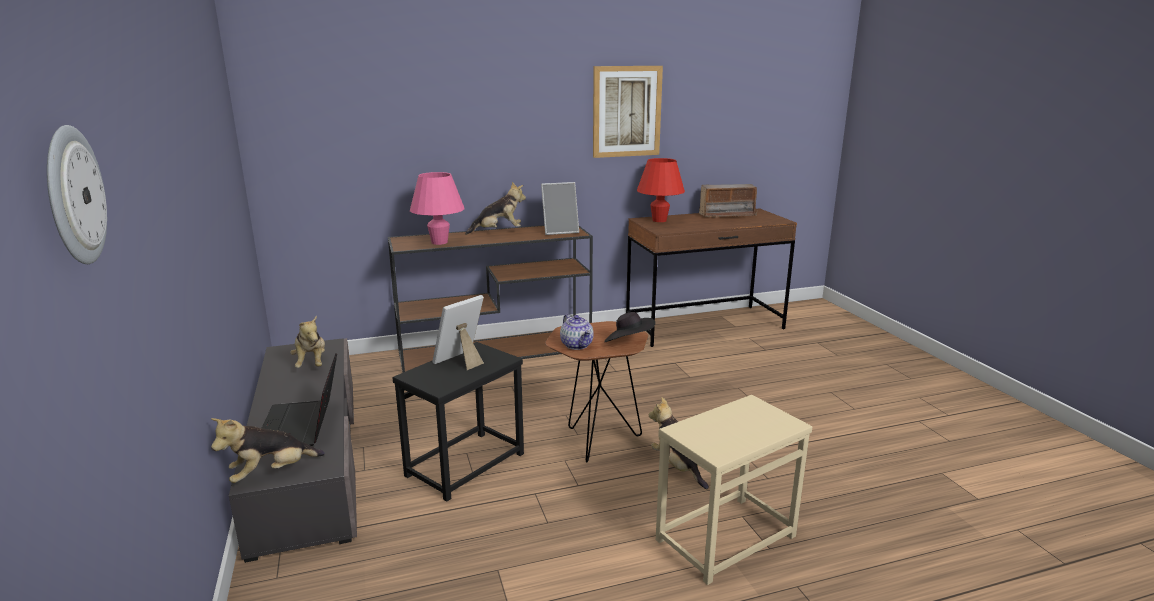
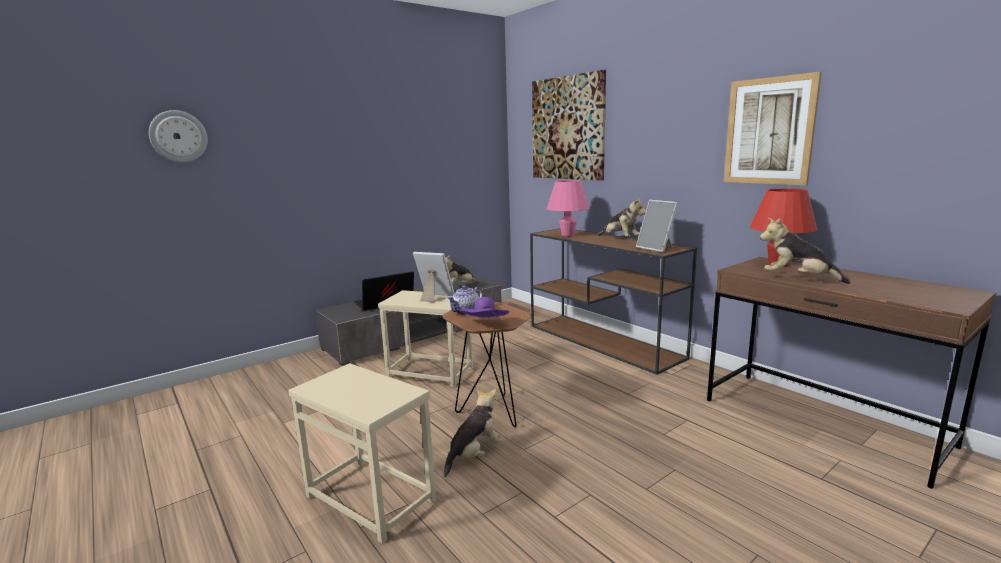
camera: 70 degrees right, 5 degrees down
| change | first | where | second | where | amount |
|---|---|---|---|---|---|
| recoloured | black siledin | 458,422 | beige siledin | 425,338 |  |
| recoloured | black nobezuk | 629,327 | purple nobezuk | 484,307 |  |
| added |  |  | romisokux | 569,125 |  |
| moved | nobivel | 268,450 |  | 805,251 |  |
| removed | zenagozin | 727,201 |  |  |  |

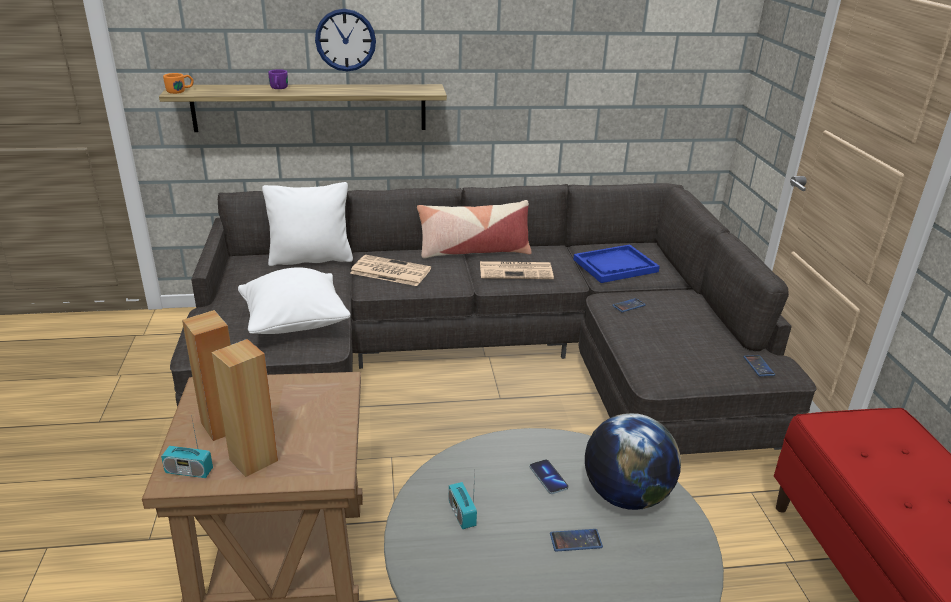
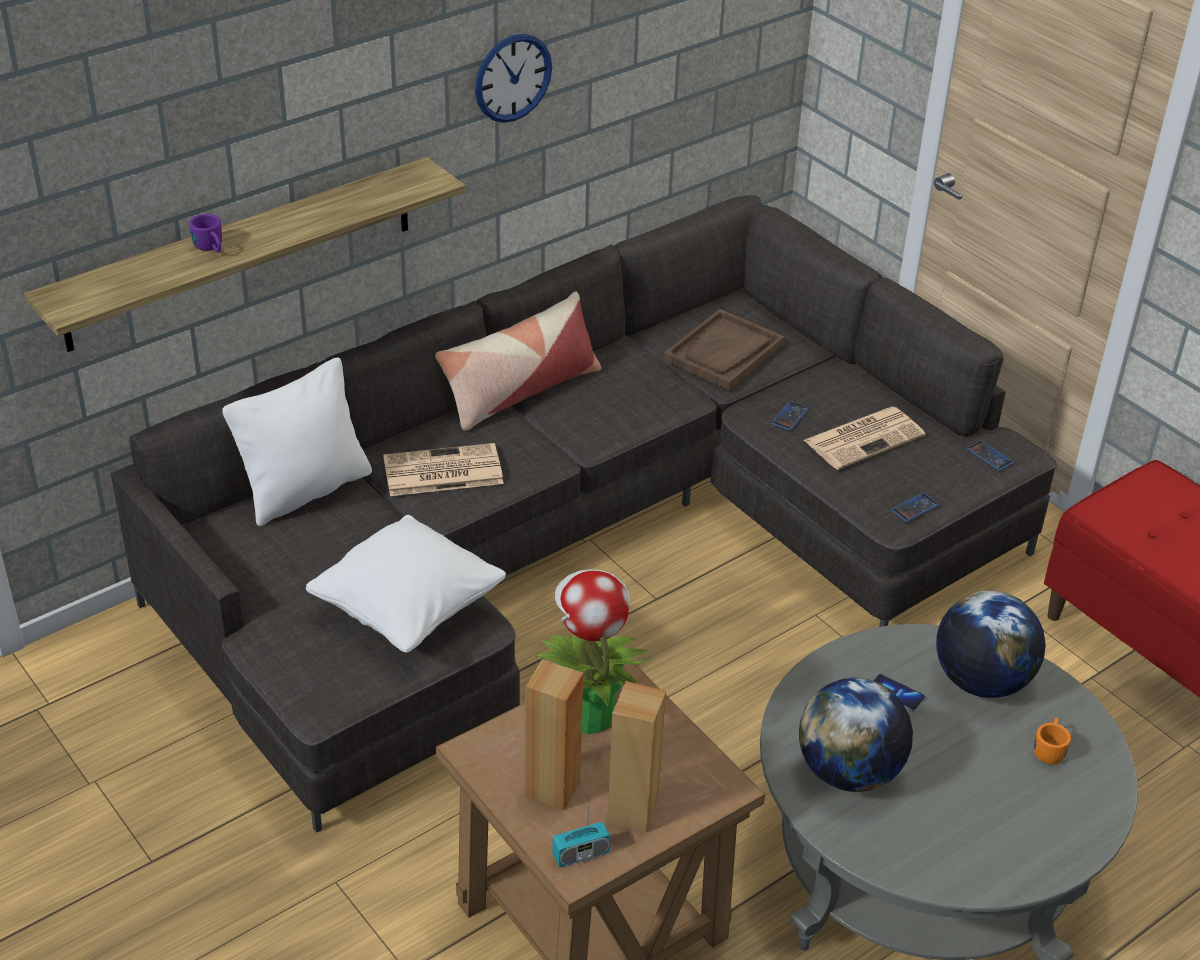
camera: 30 degrees left, 10 degrees up
| change | first | where | second | where | amount |
|---|---|---|---|---|---|
| moved | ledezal | 345,40 |  | 513,78 |  |
| added |  |  | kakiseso | 592,651 |  |
| recoloured | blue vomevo | 616,263 | brown vomevo | 724,349 |  |
| replaced | zenagozin | 462,500 | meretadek | 856,735 |  |
| moved | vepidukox | 517,270 |  | 864,438 |  |
| moved | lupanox | 576,540 |  | 915,507 |  |
| moved | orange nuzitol | 178,83 |  | 1052,740 |  |

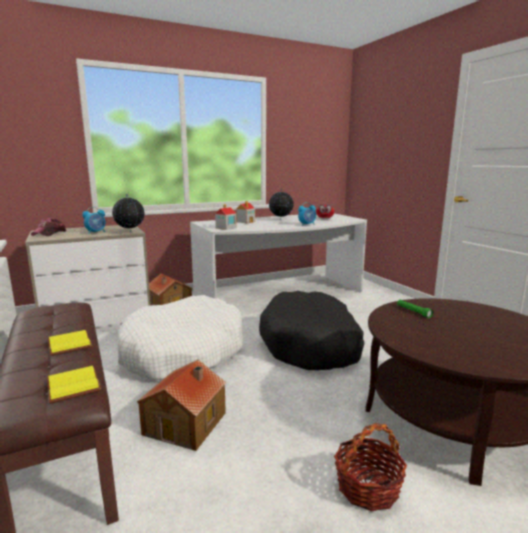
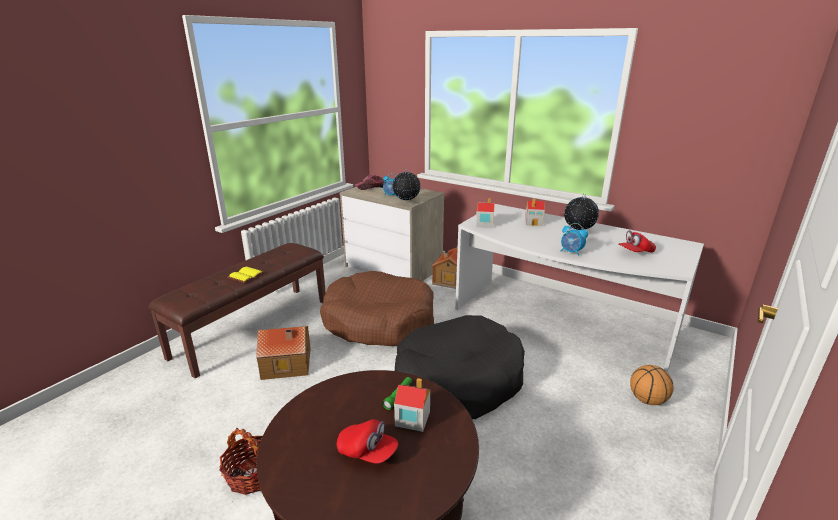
camera: 60 degrees right, 10 degrees up
| change | first | where | second | where | amount |
|---|---|---|---|---|---|
| recoloured | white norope | 180,338 | brown norope | 377,308 |  |
| added |  |  | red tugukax | 367,441 |  |
| added |  |  | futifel | 412,405 |  |
| added |  |  | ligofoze | 652,385 |  |
| removed | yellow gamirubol | 74,385 |  |  |  |

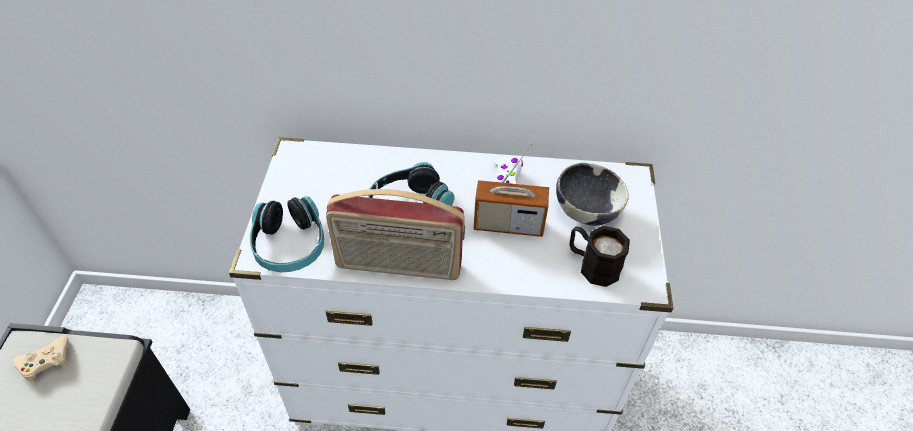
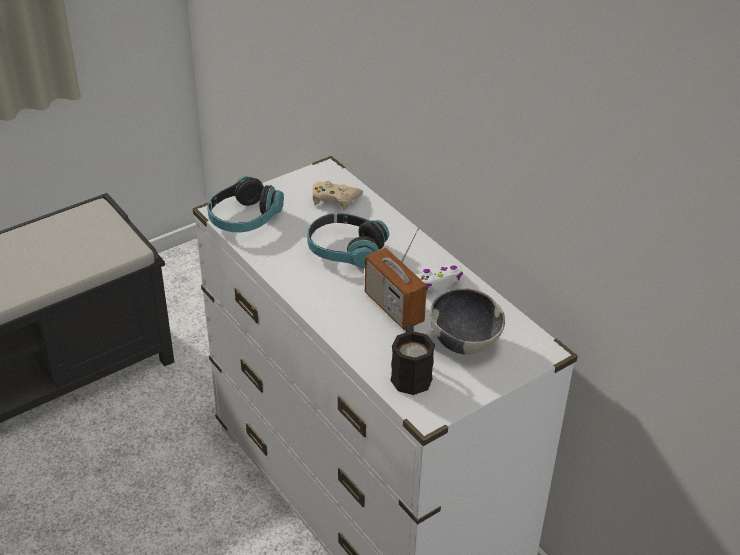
camera: 50 degrees right, 10 degrees down
| change | first | where | second | where | amount |
|---|---|---|---|---|---|
| moved | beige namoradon | 40,359 |  | 337,196 |  |
| removed | zenagozin | 395,234 |  |  |  |

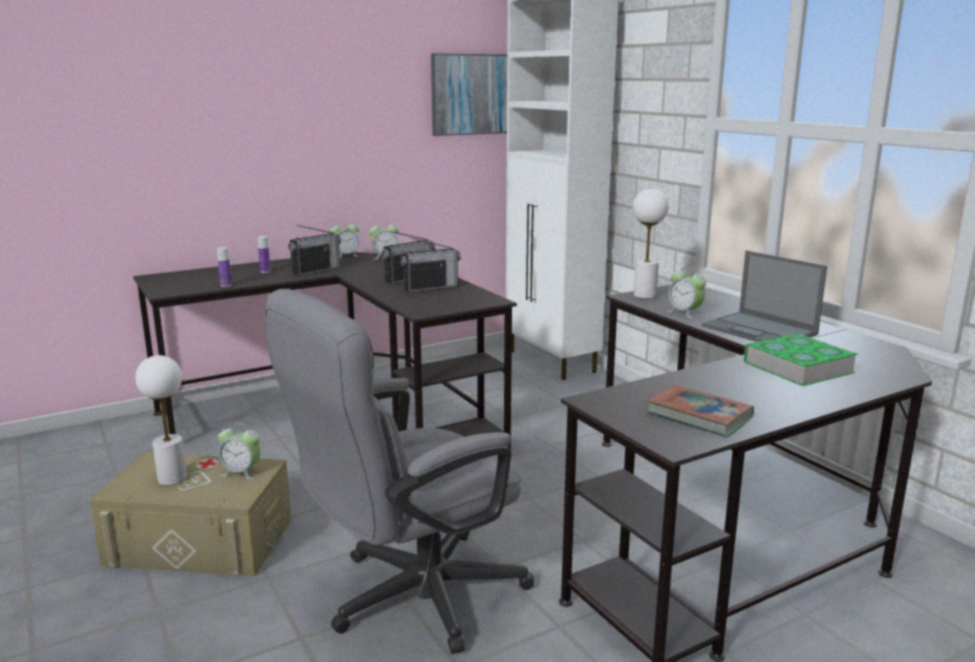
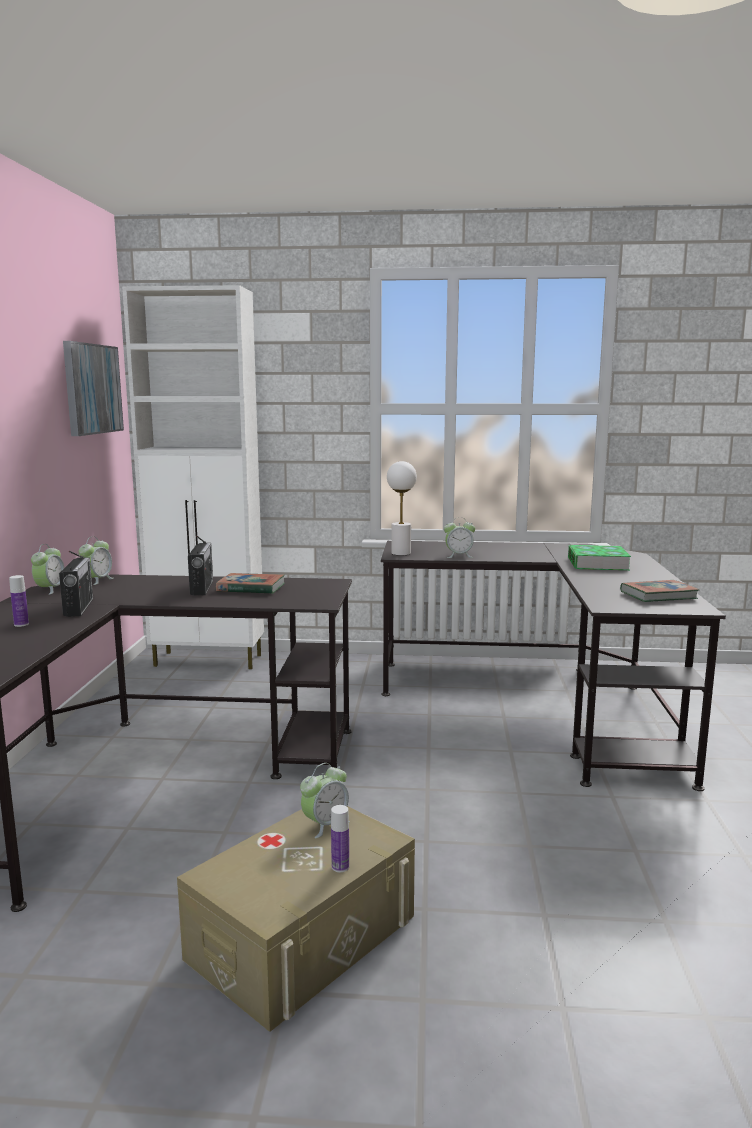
camera: 55 degrees left, 5 degrees down
| change | first | where | second | where | amount |
|---|---|---|---|---|---|
| replaced | zenagozin | 430,264 | gamirubol | 250,583 |  |
| moved | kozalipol | 224,267 |  | 340,838 |  |
| removed | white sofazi | 161,420 |  |  |  |
| removed | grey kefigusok | 399,471 |  |  |  |
| removed | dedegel | 764,296 |  |  |  |

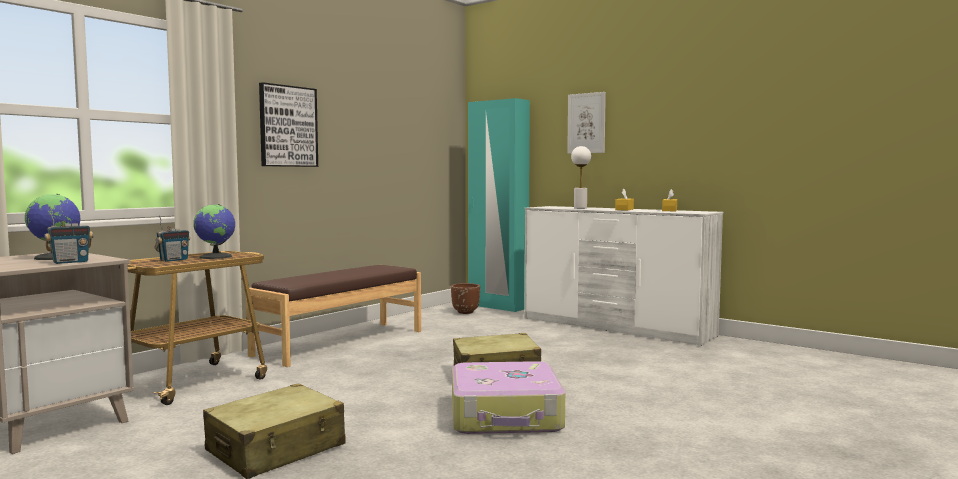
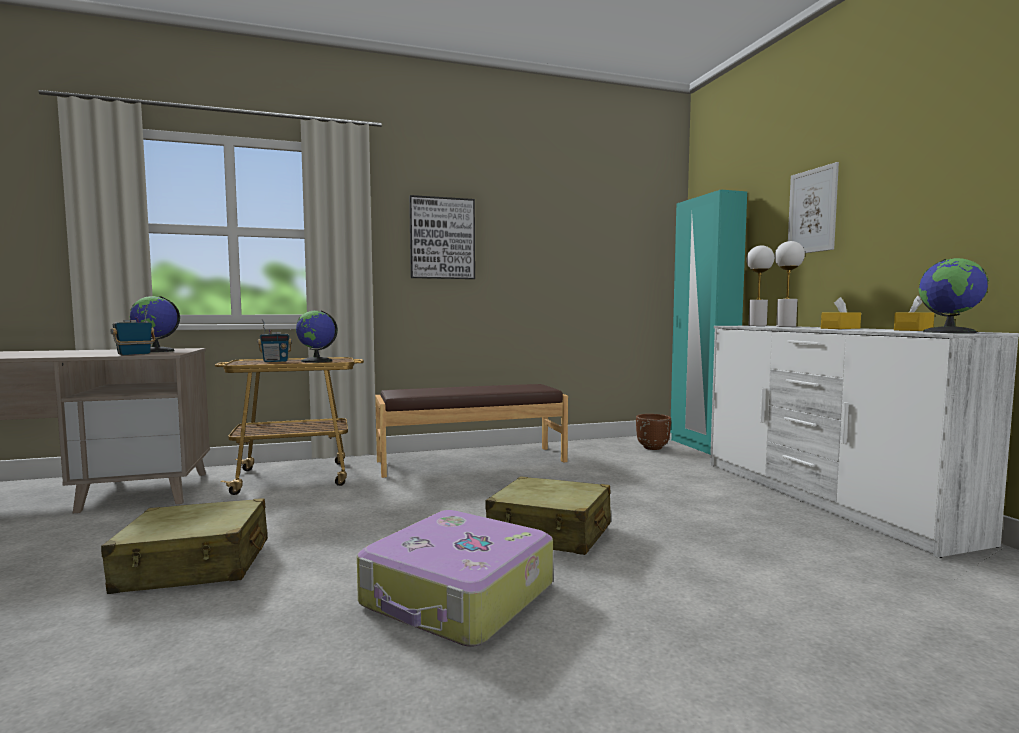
camera: 35 degrees right, 0 degrees up
| change | first | where | second | where | amount |
|---|---|---|---|---|---|
| turned | zenagozin | 68,235 |  | 132,330 | 135 degrees clockwise |
| added |  |  | white sofazi | 760,285 |  |
| added |  |  | meretadek | 954,295 |  |

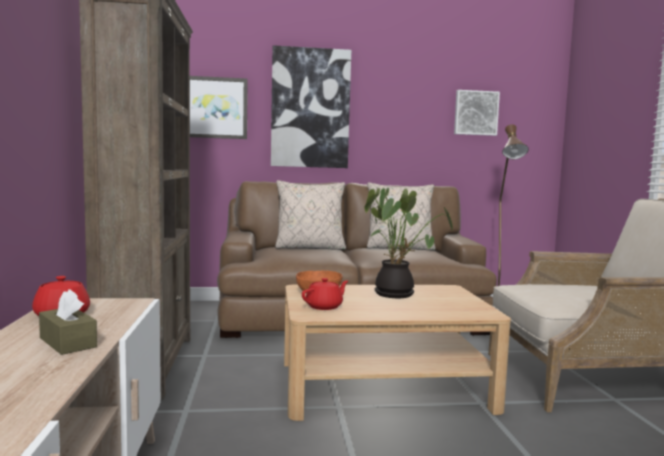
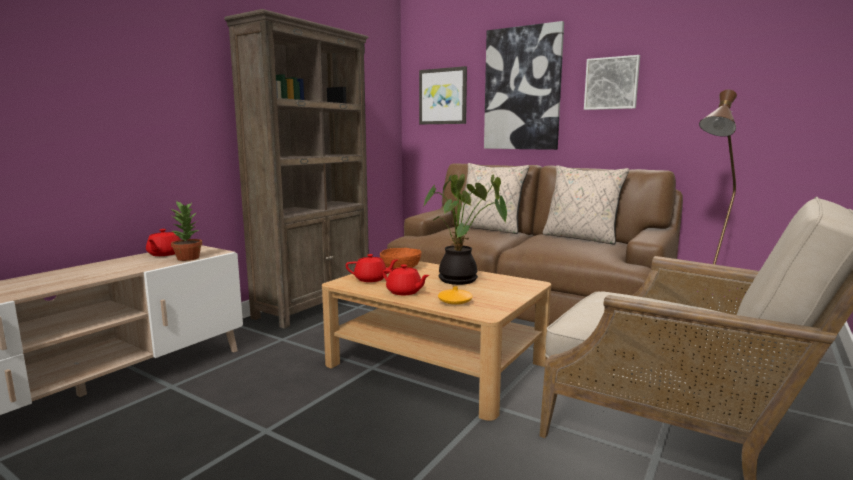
camera: 40 degrees right, 5 degrees up
| change | first | where | second | where | amount |
|---|---|---|---|---|---|
| added |  |  | kakiseso | 186,231 |  |
| added |  |  | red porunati | 406,279 |  |
| added |  |  | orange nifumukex | 455,295 |  |
| moved | romisokux | 477,113 |  | 612,82 |  |
| removed | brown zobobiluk | 68,322 |  |  |  |

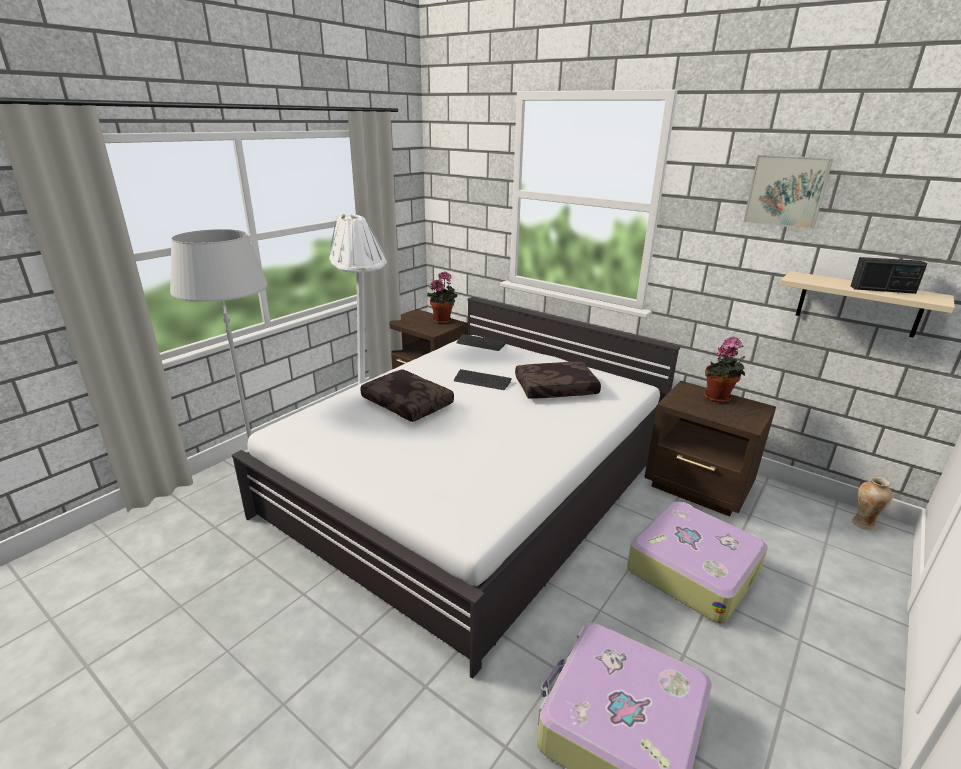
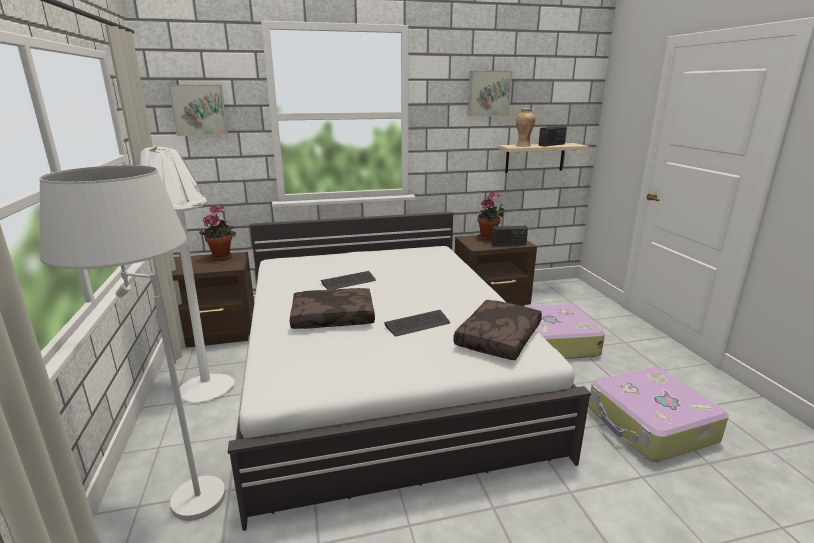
camera: 50 degrees left, 5 degrees down
| change | first | where | second | where | amount |
|---|---|---|---|---|---|
| added |  |  | romisokux | 198,110 |  |
| moved | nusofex | 481,342 |  | 417,323 |  |
| moved | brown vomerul | 558,380 |  | 497,330 |  |
| added |  |  | zenagozin | 510,236 |  |
| moved | nifumukex | 872,503 |  | 525,127 |  |

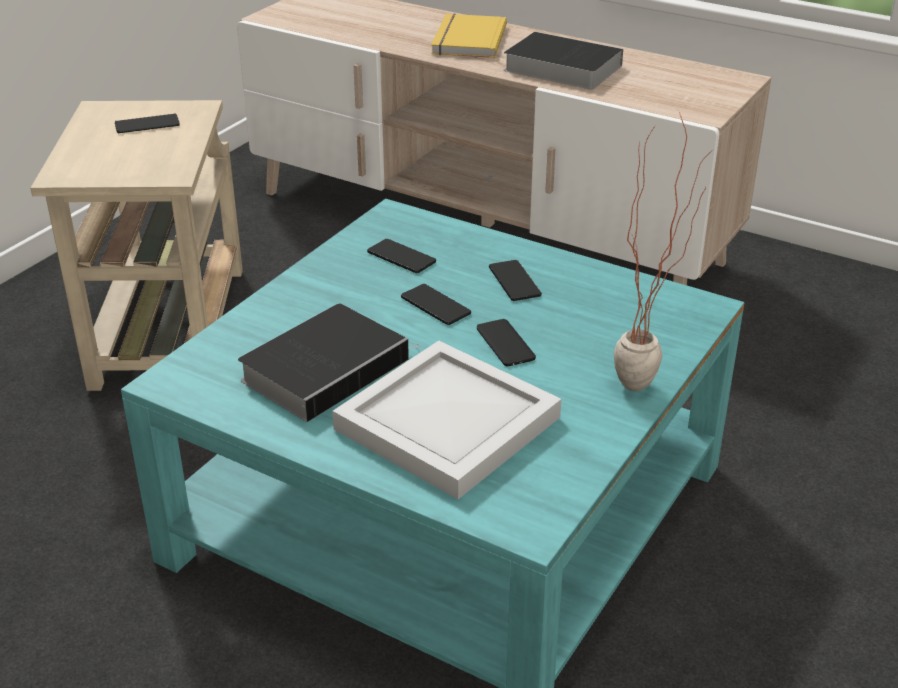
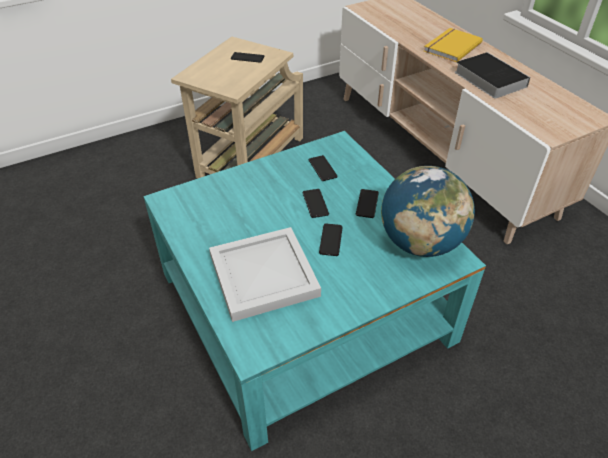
camera: 30 degrees right, 10 degrees up
| change | first | where | second | where | amount |
|---|---|---|---|---|---|
| added |  |  | meretadek | 428,211 |  |
| removed | gamirubol | 330,363 |  |  |  |
| removed | kakiseso | 660,251 |  |  |  |

